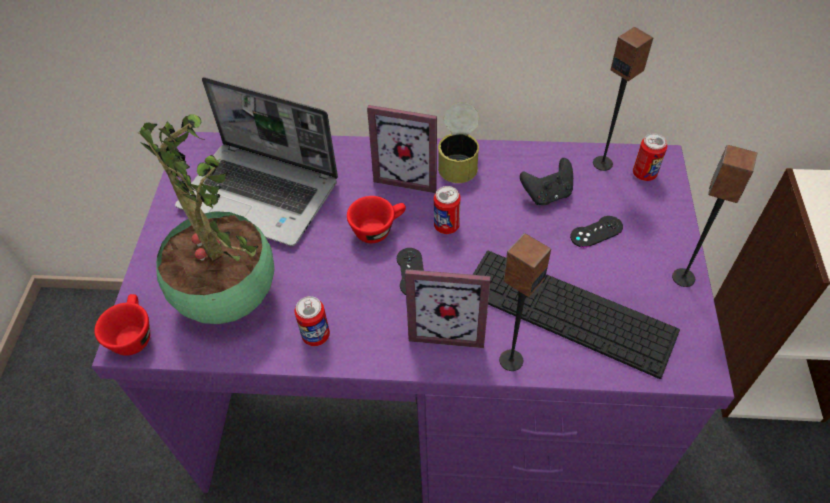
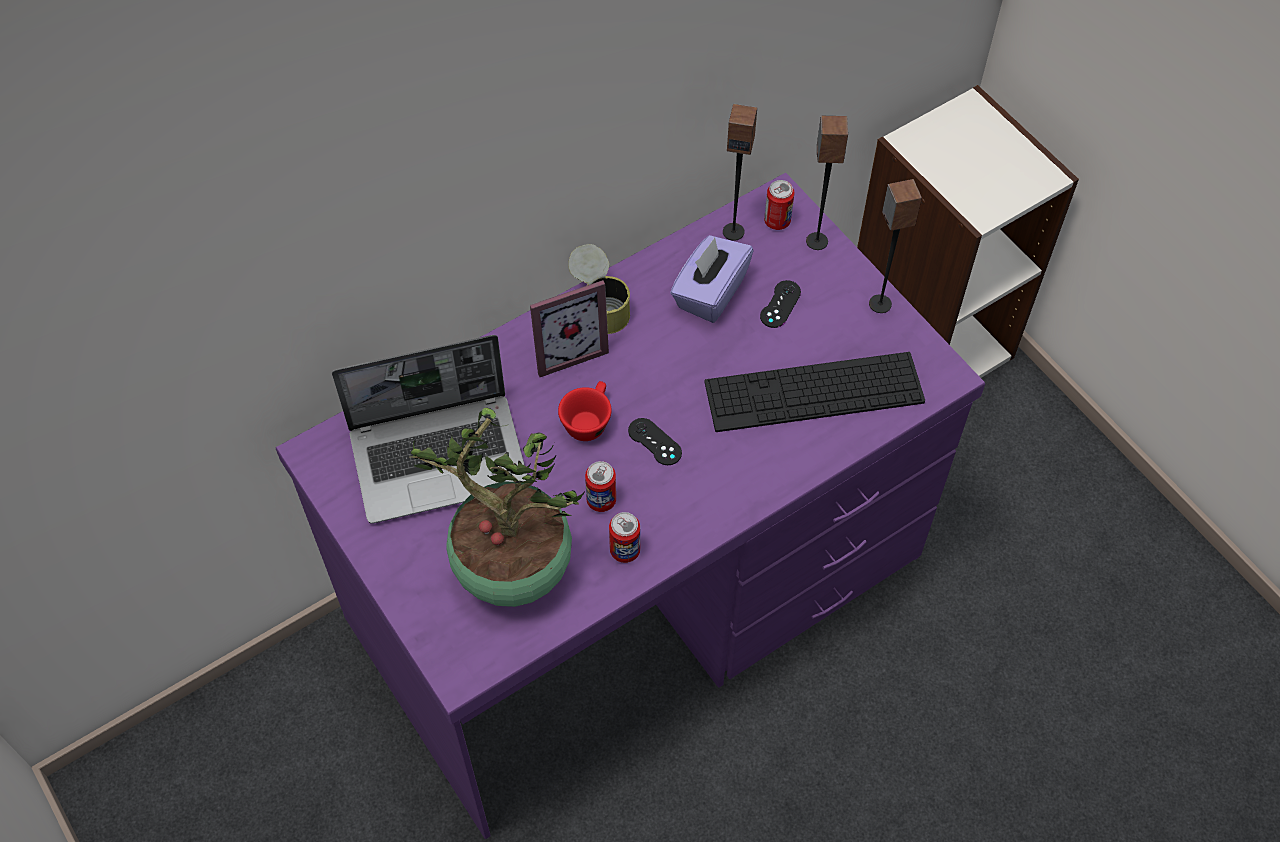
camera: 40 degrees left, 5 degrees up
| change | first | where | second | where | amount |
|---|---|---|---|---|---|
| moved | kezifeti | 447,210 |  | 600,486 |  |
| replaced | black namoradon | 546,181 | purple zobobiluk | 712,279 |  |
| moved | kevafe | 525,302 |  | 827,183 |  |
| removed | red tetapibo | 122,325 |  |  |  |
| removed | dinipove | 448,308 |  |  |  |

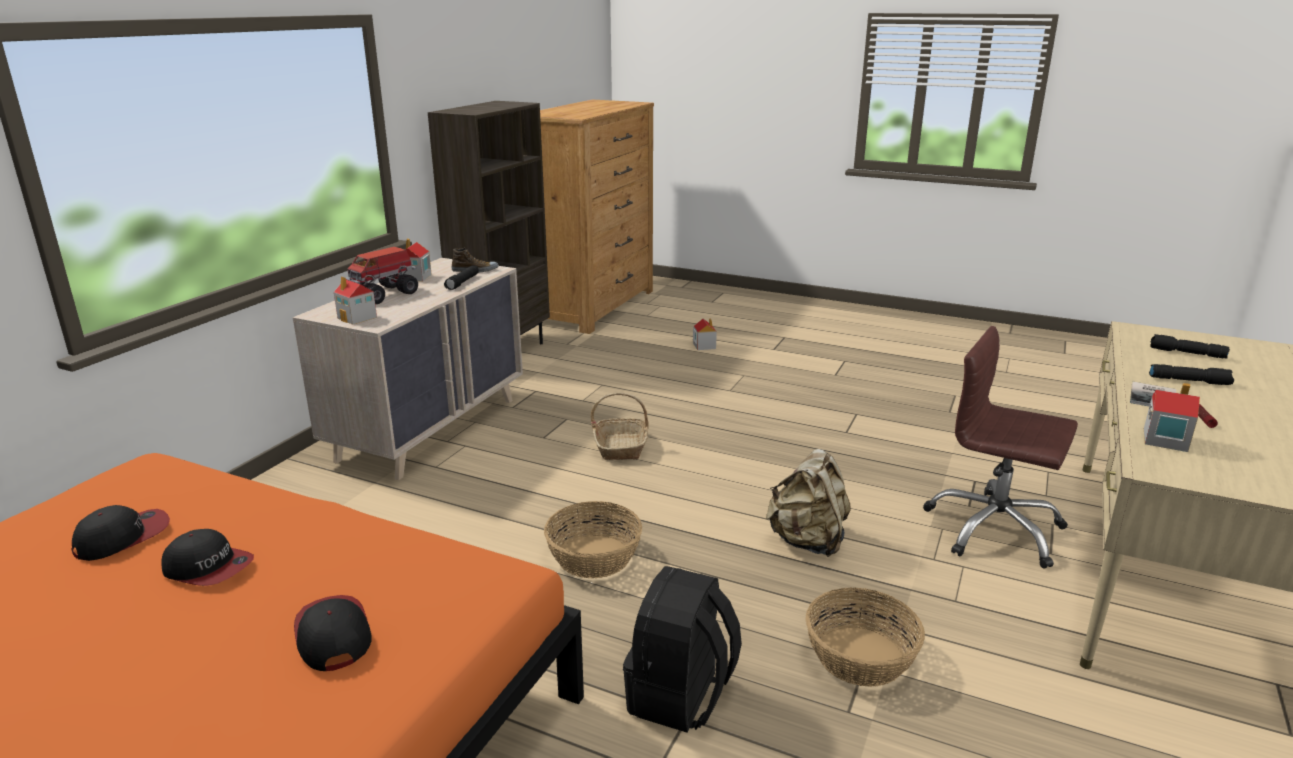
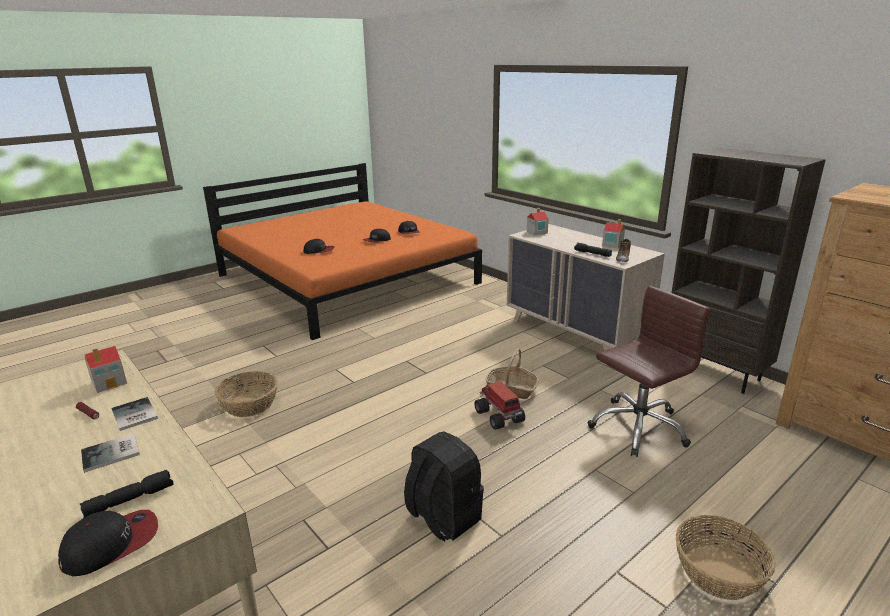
camera: 115 degrees right, 0 degrees up
| change | first | where | second | where | amount |
|---|---|---|---|---|---|
| added |  |  | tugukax | 108,543 |  |
| replaced | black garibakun | 1191,374 | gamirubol | 110,453 |  |
| moved | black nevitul | 682,649 |  | 444,487 |  |
| moved | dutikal | 381,275 |  | 499,405 |  |
| moved | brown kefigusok | 1000,447 |  | 648,371 |  |
| moved | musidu | 593,539 |  | 726,557 |  |
| removed | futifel | 705,334 |  |  |  |
| removed | beige nevitul | 808,503 |  |  |  |

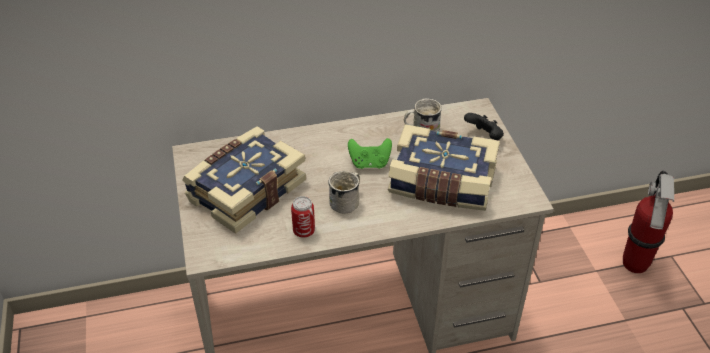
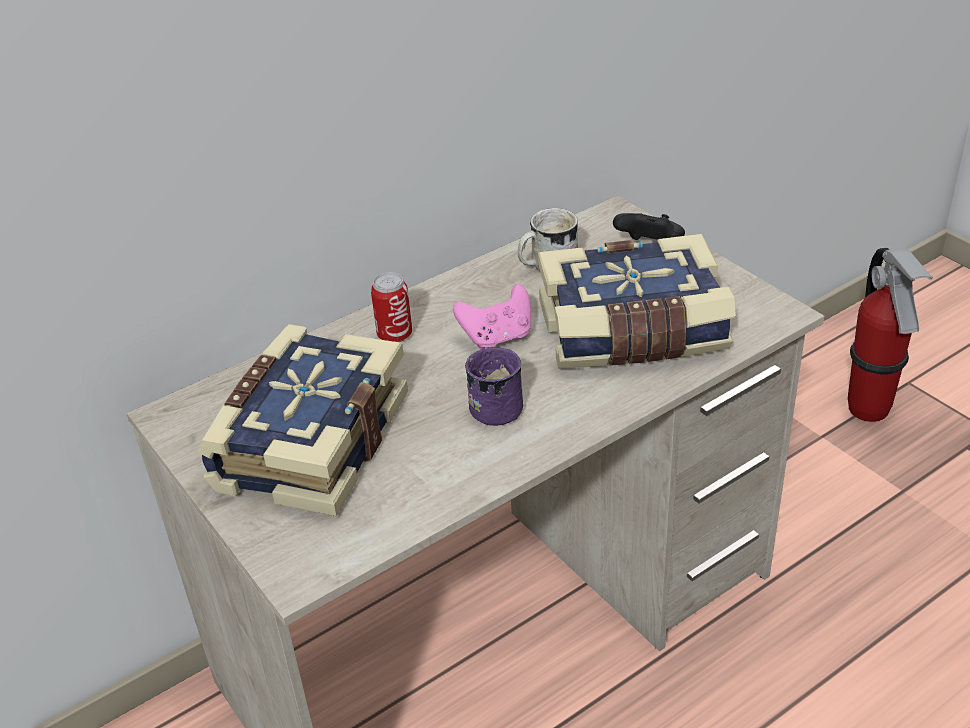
camera: 20 degrees left, 5 degrees down
| change | first | where | second | where | amount |
|---|---|---|---|---|---|
| moved | kezifeti | 303,217 |  | 391,307 |  |
| recoloured | green namoradon | 370,153 | pink namoradon | 492,317 |  |
| recoloured | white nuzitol | 344,192 | purple nuzitol | 494,386 |  |

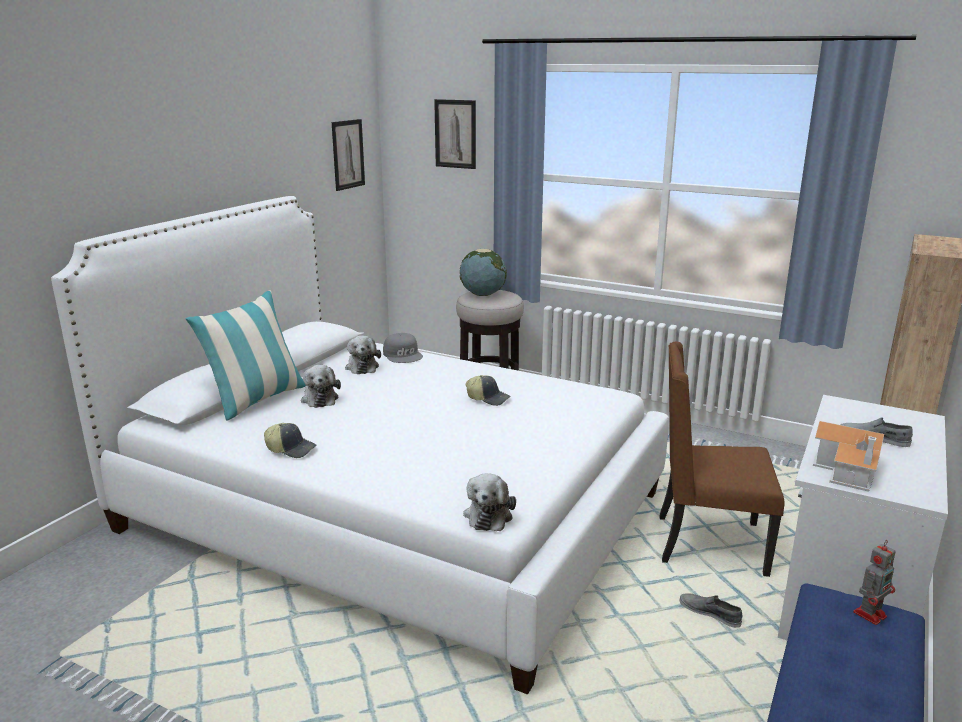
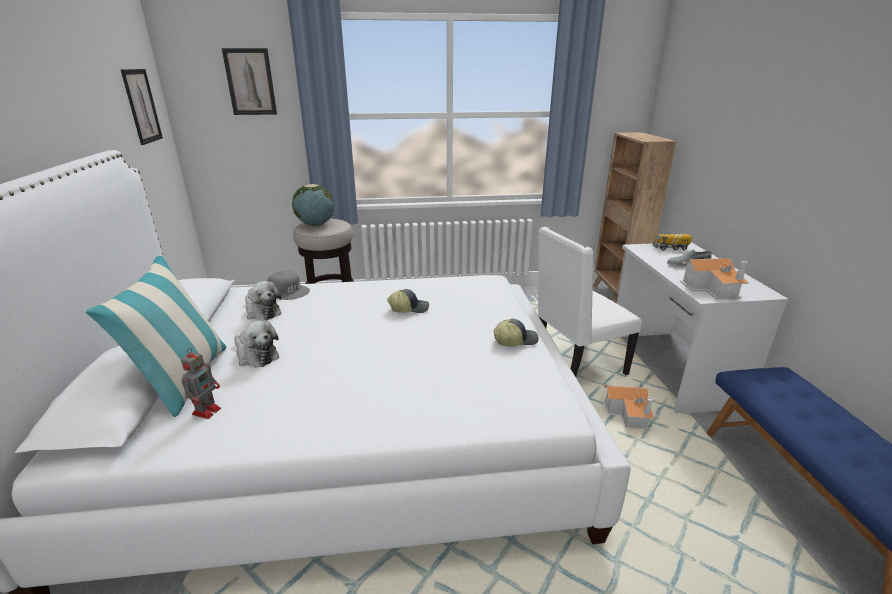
camera: 35 degrees left, 5 degrees up
| change | first | where | second | where | amount |
|---|---|---|---|---|---|
| moved | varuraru | 874,583 |  | 201,383 |  |
| moved | tugukax | 290,440 |  | 516,332 |  |
| recoloured | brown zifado | 721,459 | white zifado | 590,302 |  |
| replaced | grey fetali | 711,611 | futifel | 628,407 |  |
| added |  |  | dutikal | 672,242 |  |
| removed | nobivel | 489,502 |  |  |  |

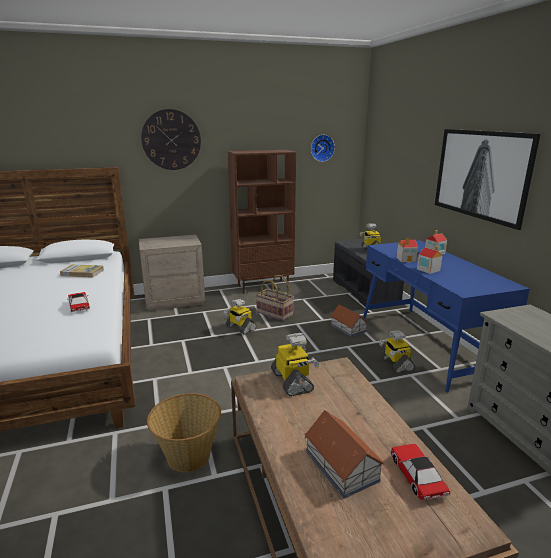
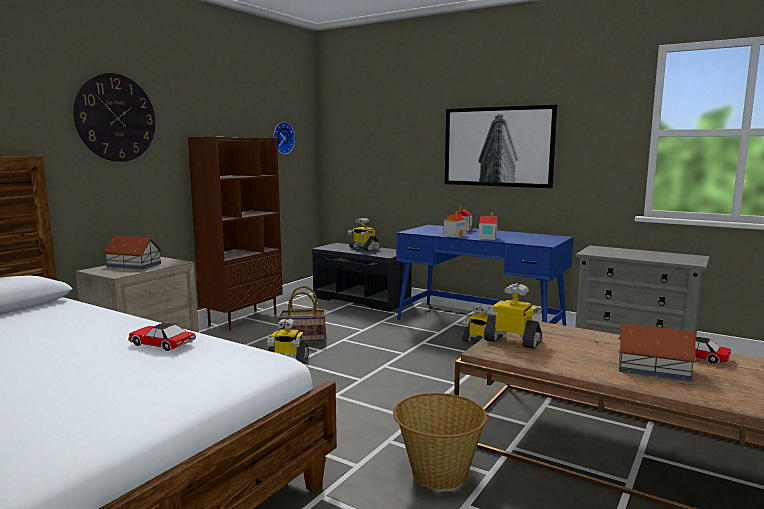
camera: 40 degrees left, 10 degrees down
| change | first | where | second | where | amount |
|---|---|---|---|---|---|
| moved | futifel | 349,320 |  | 132,252 |  |
| removed | gamirubol | 82,271 |  |  |  |

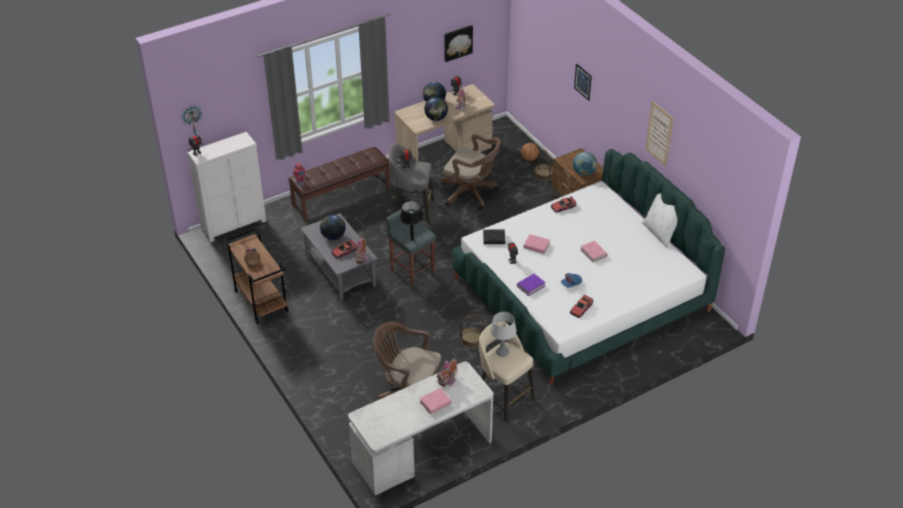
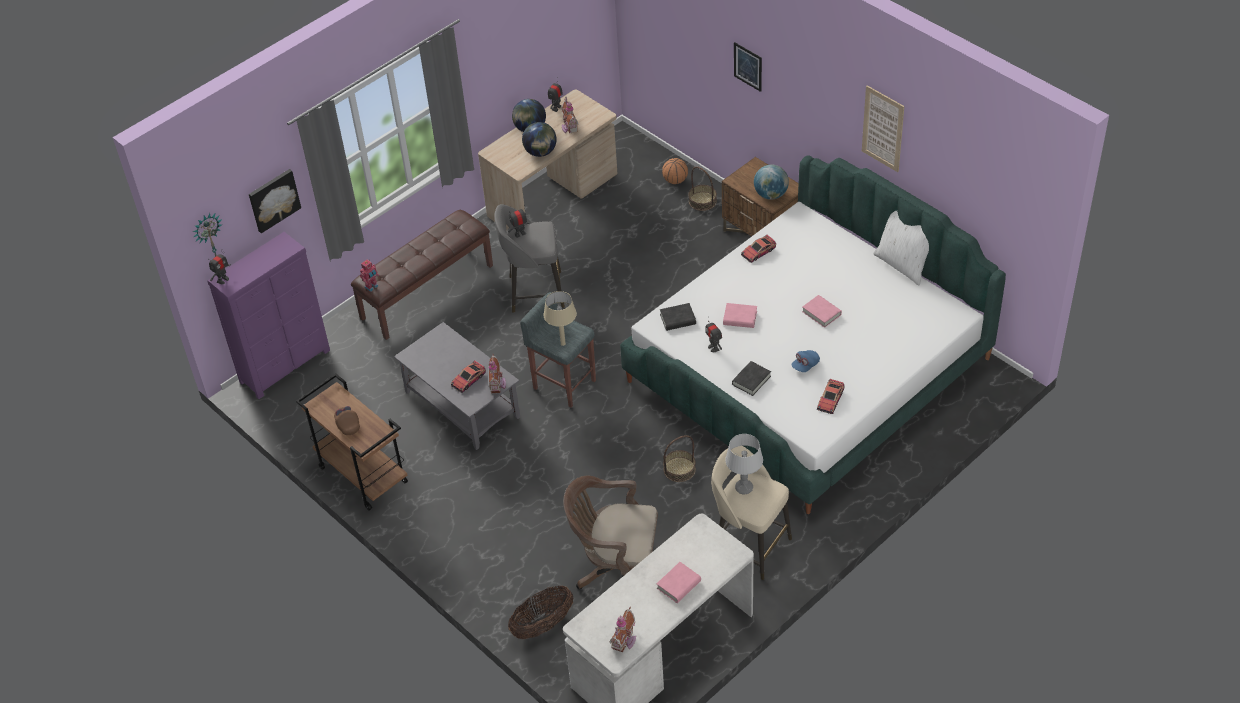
camera: 10 degrees left, 5 degrees up
| change | first | where | second | where | amount |
|---|---|---|---|---|---|
| recoloured | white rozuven | 226,187 | purple rozuven | 268,315 |  |
| moved | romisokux | 458,43 |  | 275,201 |  |
| added |  |  | musidu | 540,612 |  |
| recoloured | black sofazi | 411,221 | beige sofazi | 560,318 |  |
| moved | futifel | 447,372 |  | 623,629 |  |
| recoloured | purple gamirubol | 531,285 | black gamirubol | 751,378 |  |
| removed | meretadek | 333,227 |  |  |  |
| removed | brown kefigusok | 471,171 |  |  |  |

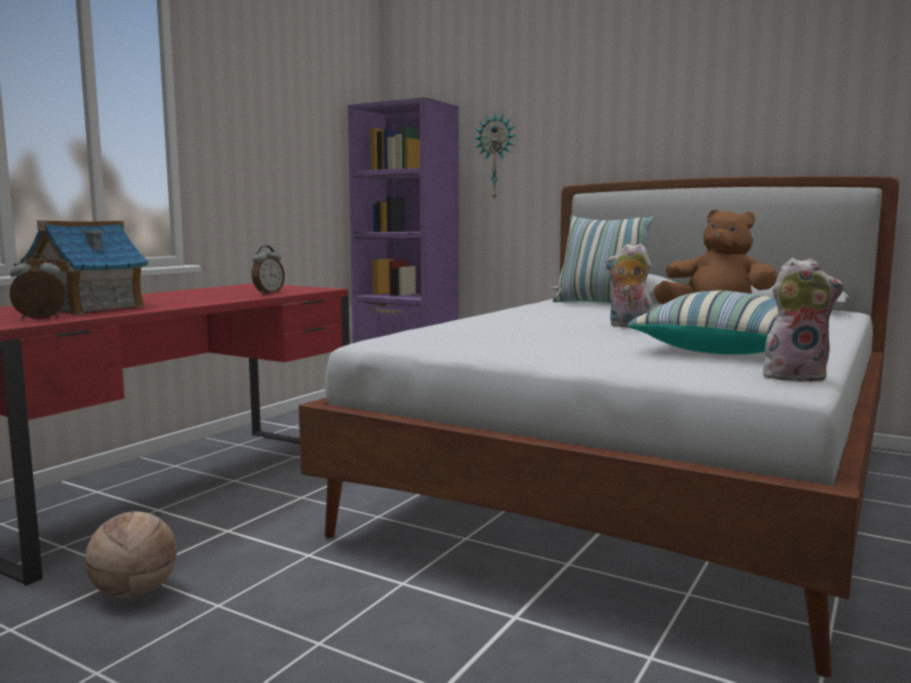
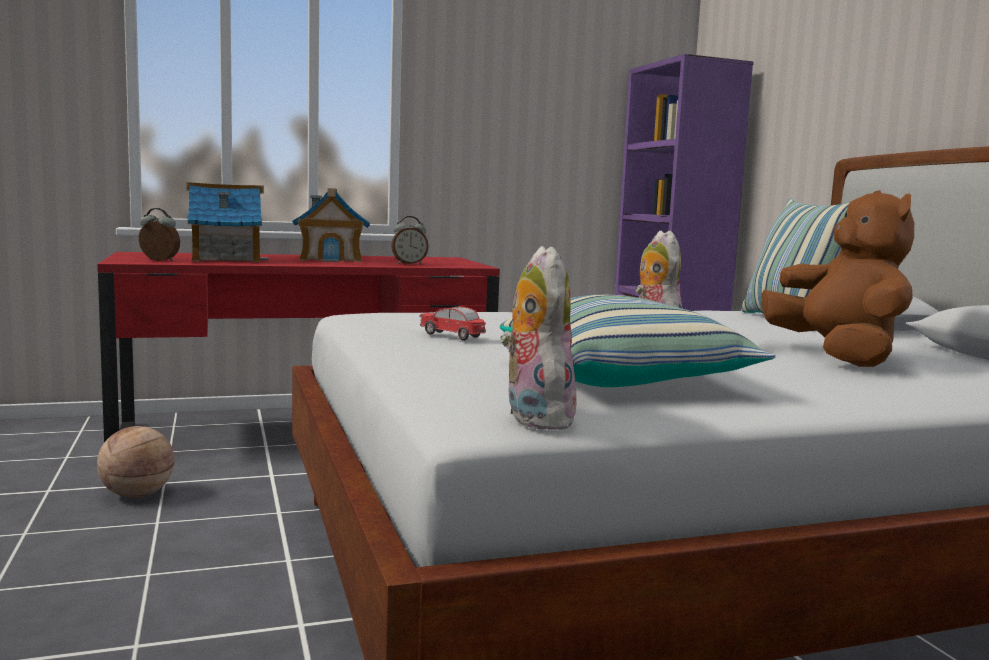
camera: 40 degrees right, 0 degrees up
| change | first | where | second | where | amount |
|---|---|---|---|---|---|
| added |  |  | futifel | 331,225 |  |
| added |  |  | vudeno | 452,324 |  |
| turned | nobivel | 803,320 |  | 538,338 | 150 degrees counterclockwise |
| removed | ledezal | 495,156 |  |  |  |

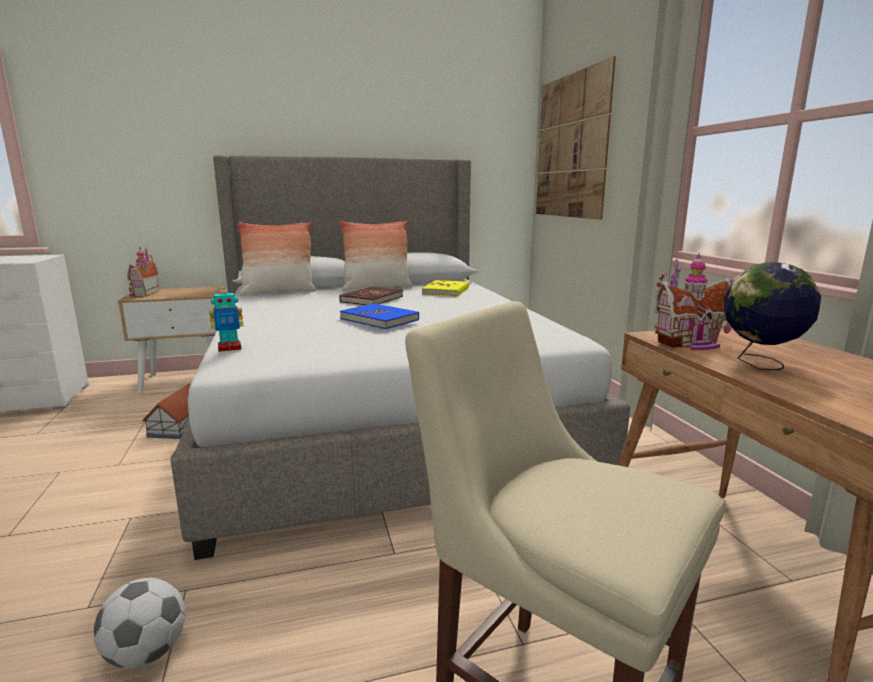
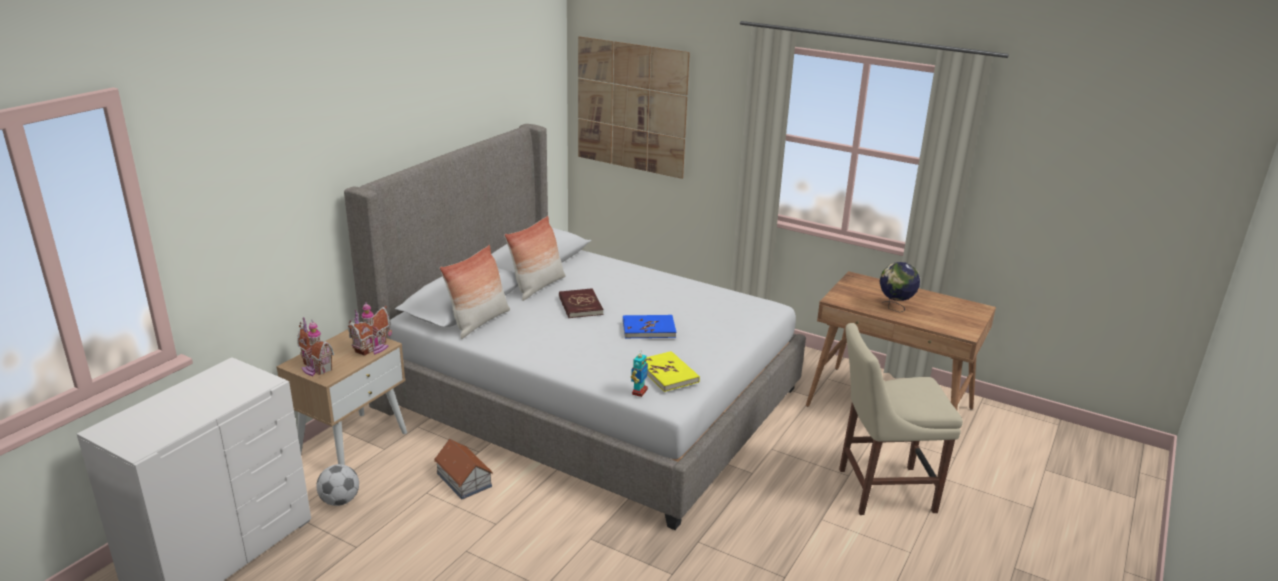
camera: 45 degrees left, 10 degrees up
| change | first | where | second | where | amount |
|---|---|---|---|---|---|
| moved | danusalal | 139,623 |  | 337,485 |  |
| moved | futifel | 693,302 |  | 370,328 |  |
| moved | yellow gamirubol | 445,288 |  | 673,371 |  |

